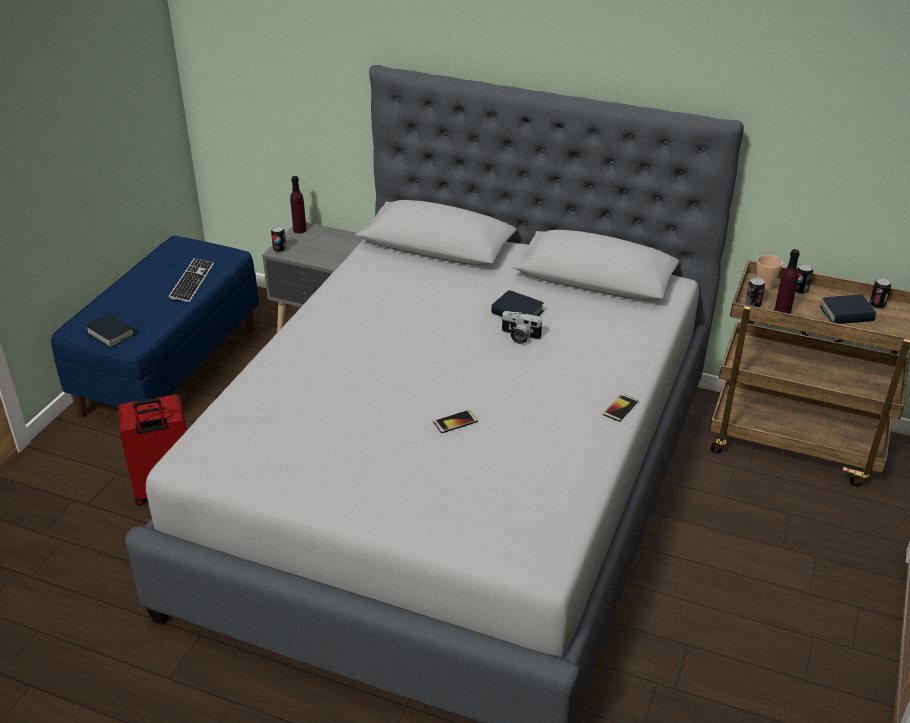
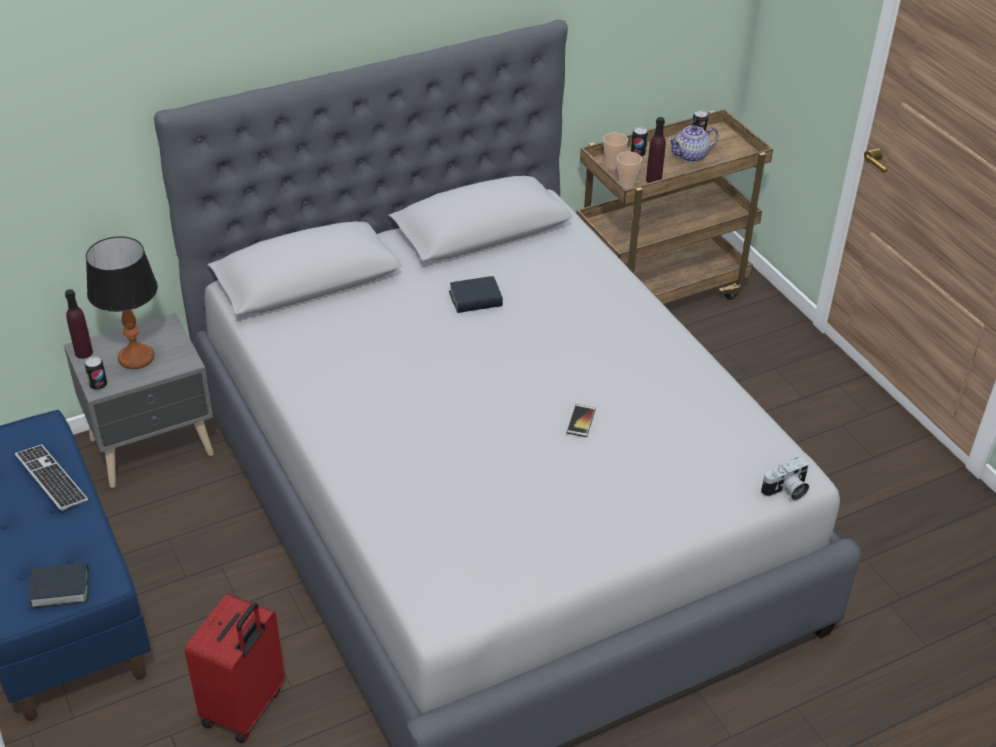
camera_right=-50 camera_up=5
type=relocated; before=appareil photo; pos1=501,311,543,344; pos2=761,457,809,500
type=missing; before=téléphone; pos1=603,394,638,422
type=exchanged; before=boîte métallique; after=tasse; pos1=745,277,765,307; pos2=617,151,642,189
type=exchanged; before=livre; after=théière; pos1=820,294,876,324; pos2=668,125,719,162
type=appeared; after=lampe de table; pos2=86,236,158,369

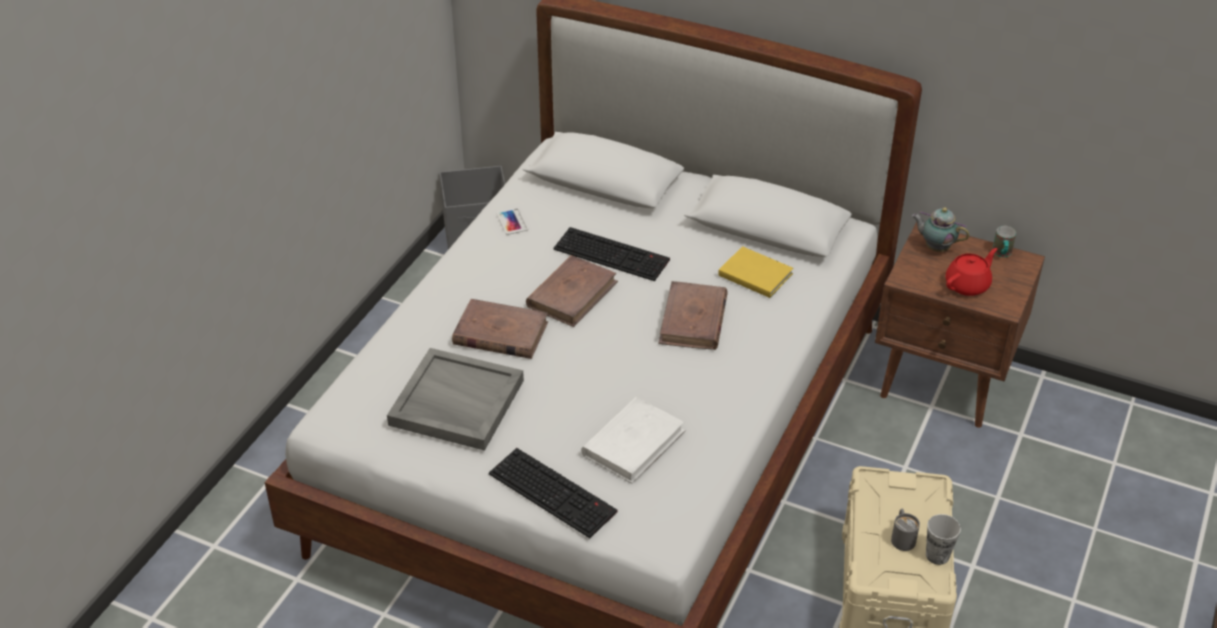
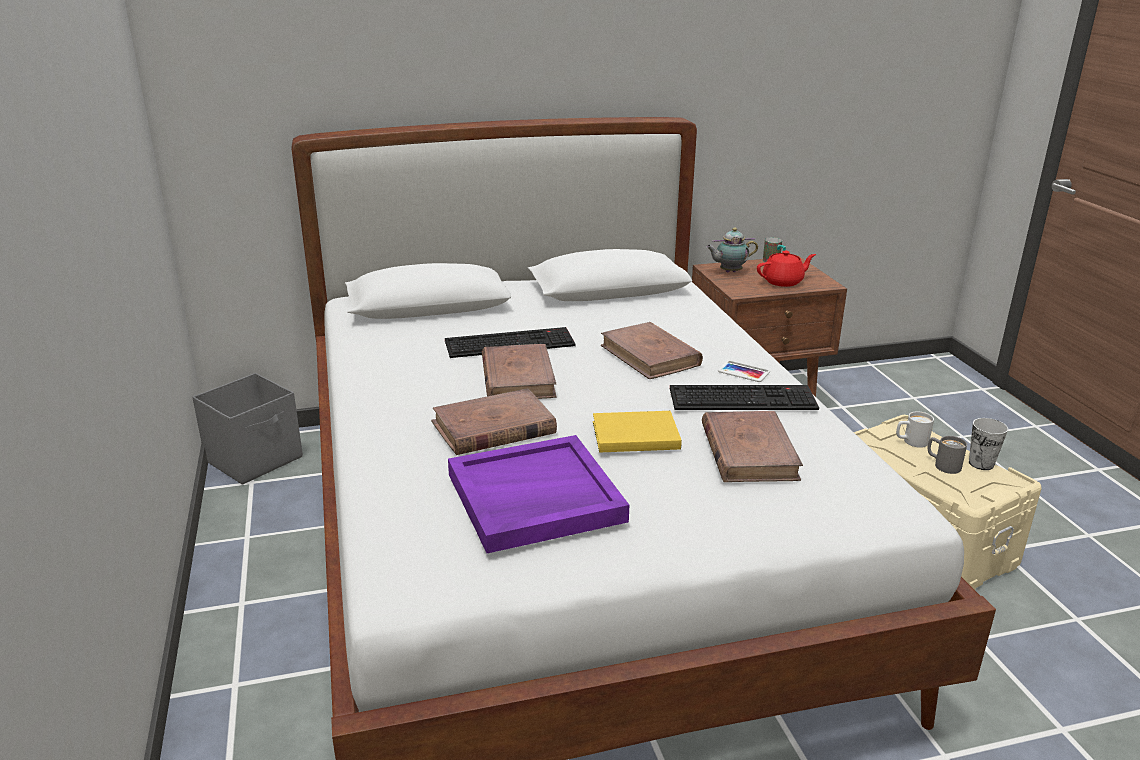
camera_right=-40 camera_up=-15
type=colour; before=plateau/gris; after=plateau/violet; pos1=387,348,524,451; pos2=448,435,629,554
type=relocated; before=clavier; pos1=489,448,618,538; pos2=670,385,819,410
type=relocated; before=téléphone; pos1=496,208,529,235; pos2=718,360,770,382
type=colour; before=livre/blanc; after=livre/marron; pos1=581,397,686,484; pos2=702,411,803,482
type=relocated; before=livre/jaune; pos1=718,246,793,298; pos2=593,411,682,453
type=spun; before=théière/rouge; pos1=946,248,997,296; pos2=757,251,816,287; turn=60
type=appeared; after=mug/blanc; pos2=896,411,934,448

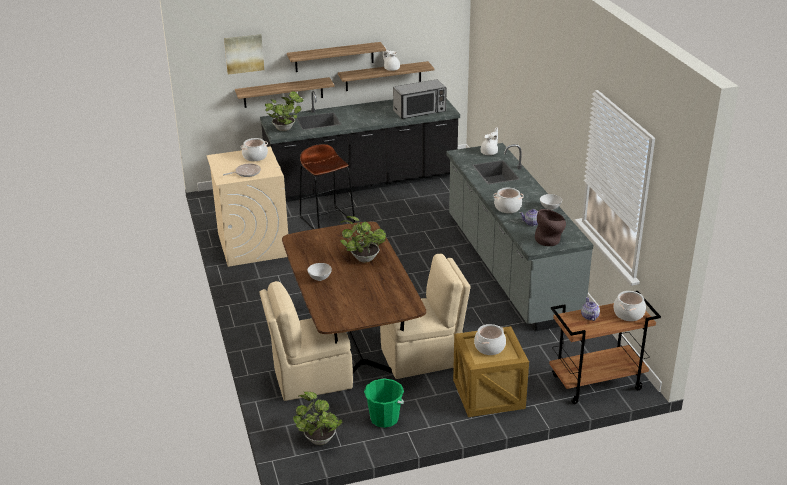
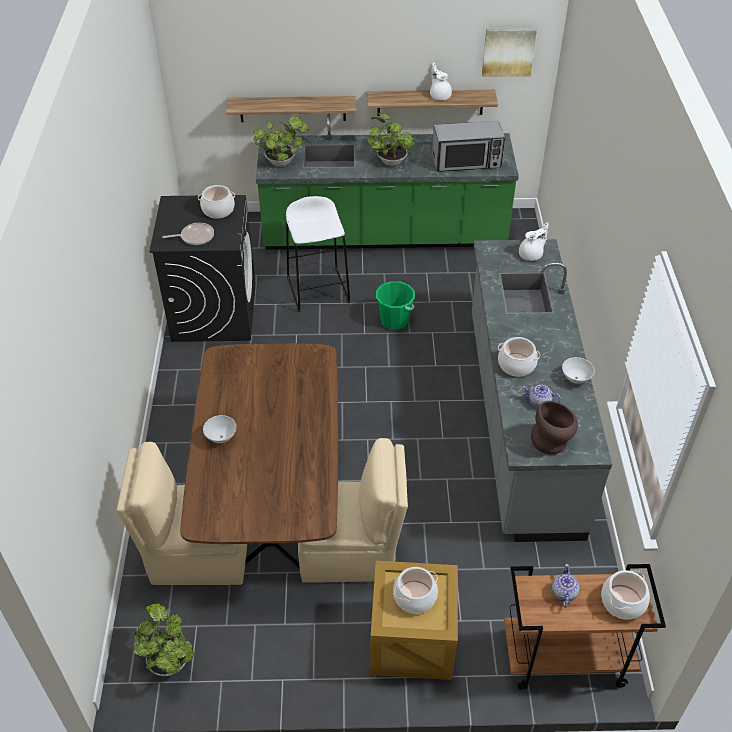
camera_right=15 camera_up=15
type=colour; before=lave-linge/beige; after=lave-linge/noir; pos1=207,147,288,267; pos2=149,195,256,342
type=relocated; before=tableau; pos1=224,34,264,75; pos2=482,28,537,77
type=colour; before=comptoir de cuisine/noir; after=comptoir de cuisine/vert; pos1=260,91,460,202; pos2=256,114,519,250
type=missing; before=étagère; pos1=287,42,386,72
type=colour; before=tabouret/marron; after=tabouret/blanc; pos1=300,144,355,229; pos2=286,196,350,312
type=relocated; before=plante en pot; pos1=340,216,386,263; pos2=367,113,415,166
type=relocated; before=seau/vert; pos1=364,378,404,428; pos2=376,281,415,330

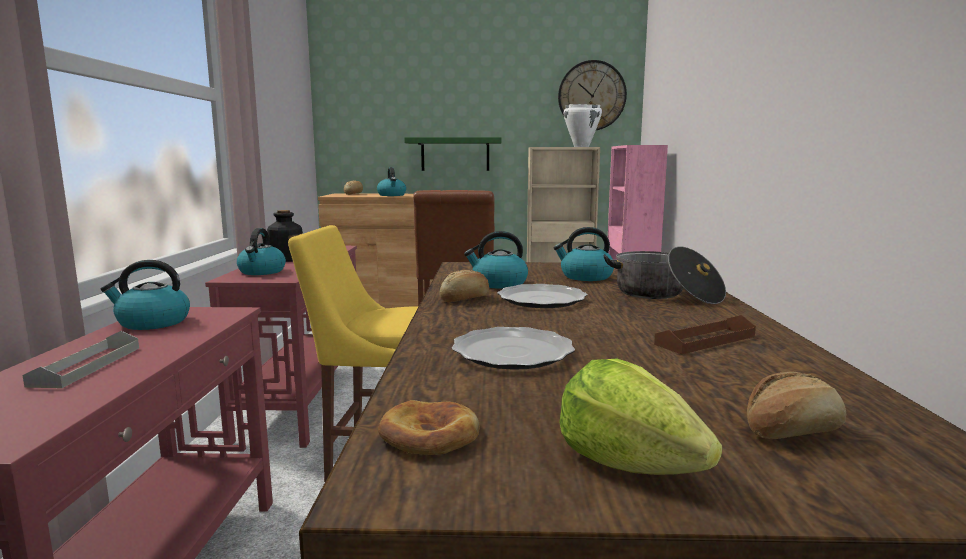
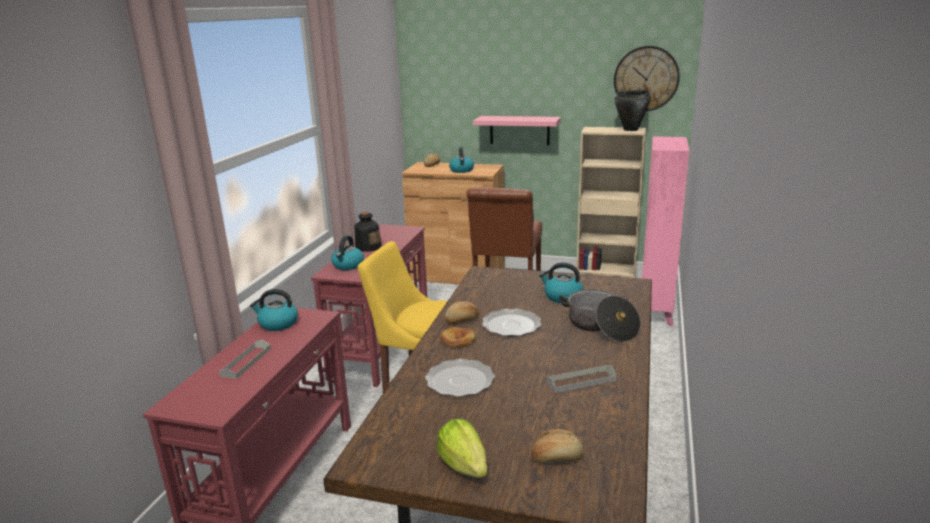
camera_right=15 camera_up=10
type=relocated; before=pain; pos1=378,400,480,455; pos2=440,327,476,348
type=colour; before=étagère/vert; after=étagère/rose; pos1=404,137,501,171; pos2=473,116,561,145
type=missing; before=bouilloire; pos1=464,231,528,289
type=colour; before=marmite/blanc; after=marmite/noir; pos1=563,104,602,147; pos2=614,90,651,131
type=colour; before=plateau/marron; after=plateau/gris; pos1=654,315,756,354; pos2=546,365,616,393

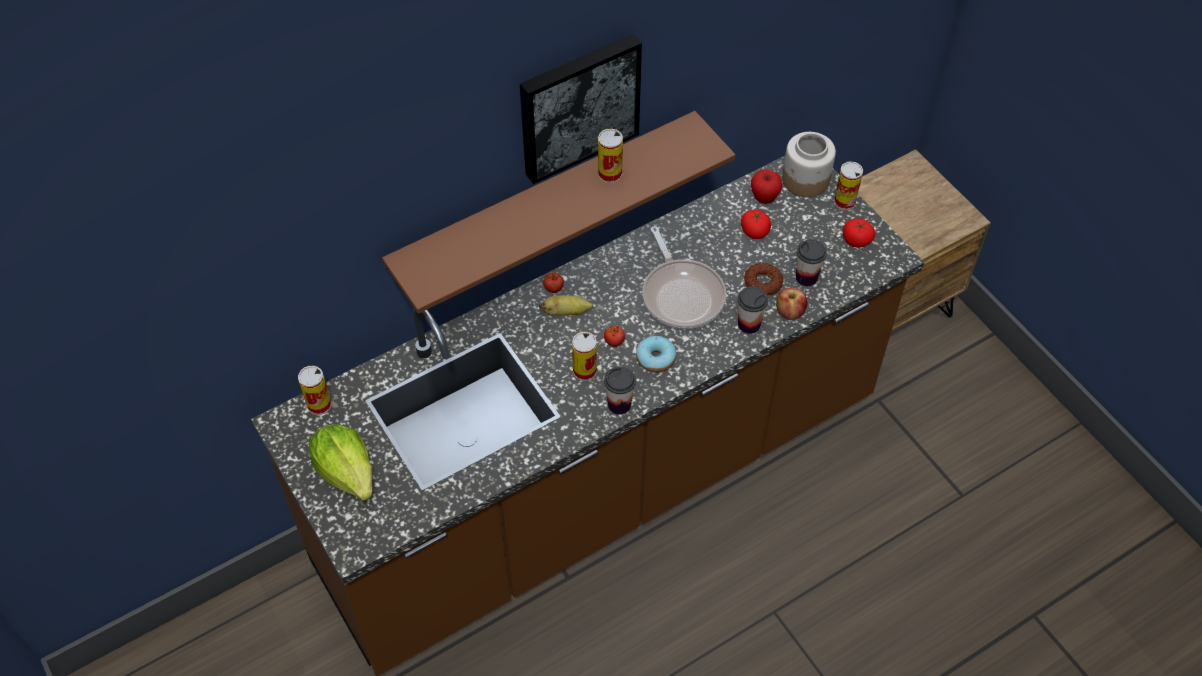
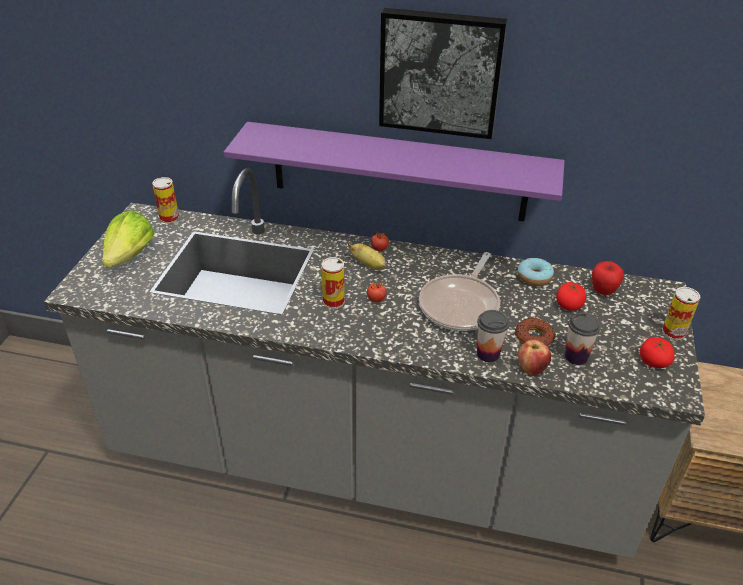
camera_right=45 camera_up=-15
type=colour; before=comptoir de cuisine/marron; after=comptoir de cuisine/gris; pos1=251,156,925,676; pos2=44,168,705,558
type=colour; before=étagère/marron; after=étagère/violet; pos1=382,111,736,314; pos2=224,122,565,221
type=missing; before=boîte métallique; pos1=598,129,623,183
type=missing; before=tasse; pos1=604,367,636,415
type=relocated; before=beignet; pos1=636,336,676,373; pos2=518,258,554,286
type=missing; before=bocal; pos1=782,132,836,197

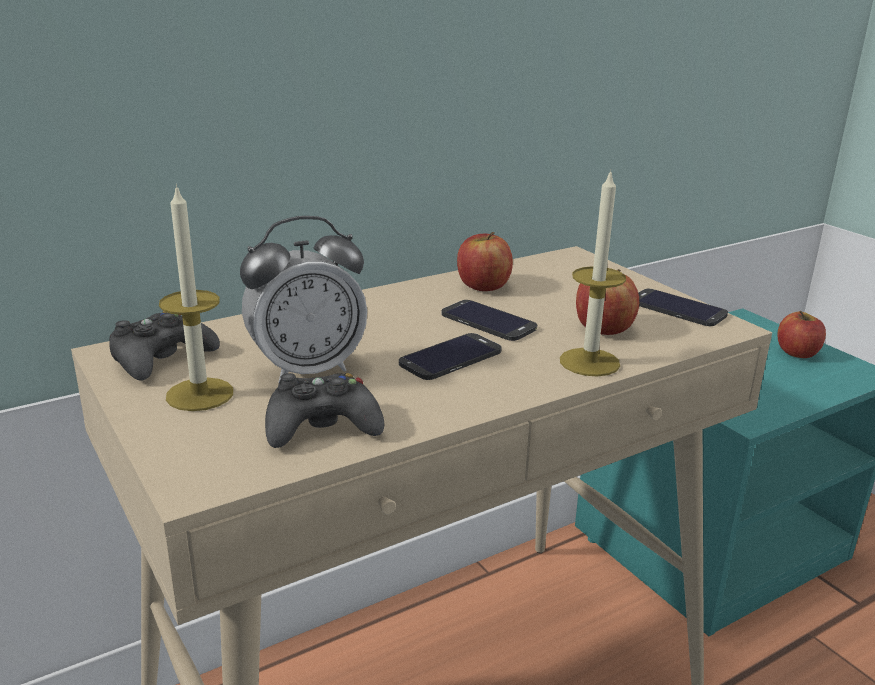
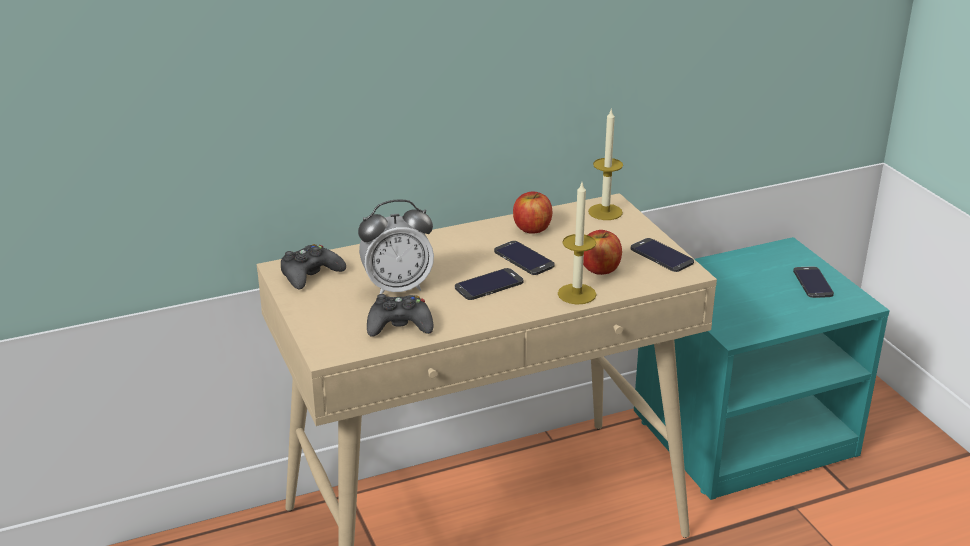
camera_right=10 camera_up=5
type=relocated; before=bougie; pos1=159,184,233,411; pos2=588,108,623,220
type=exchanged; before=pomme; after=téléphone; pos1=778,311,826,358; pos2=793,266,834,298

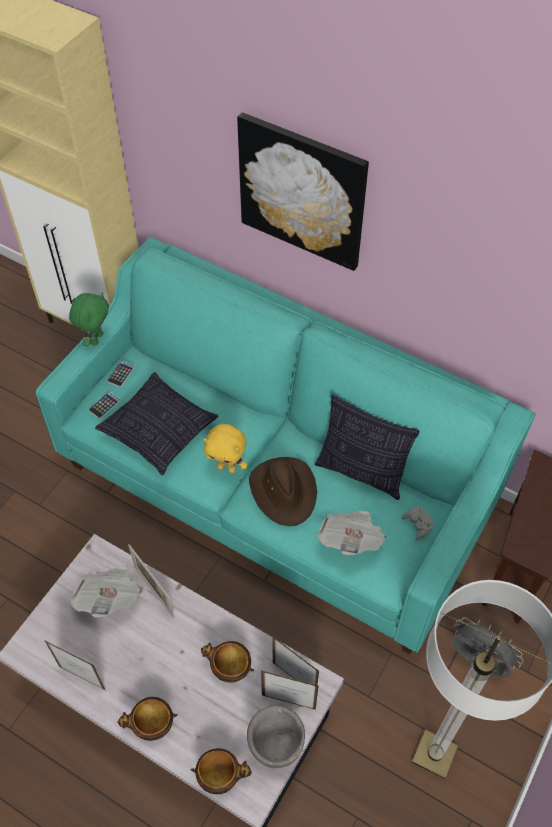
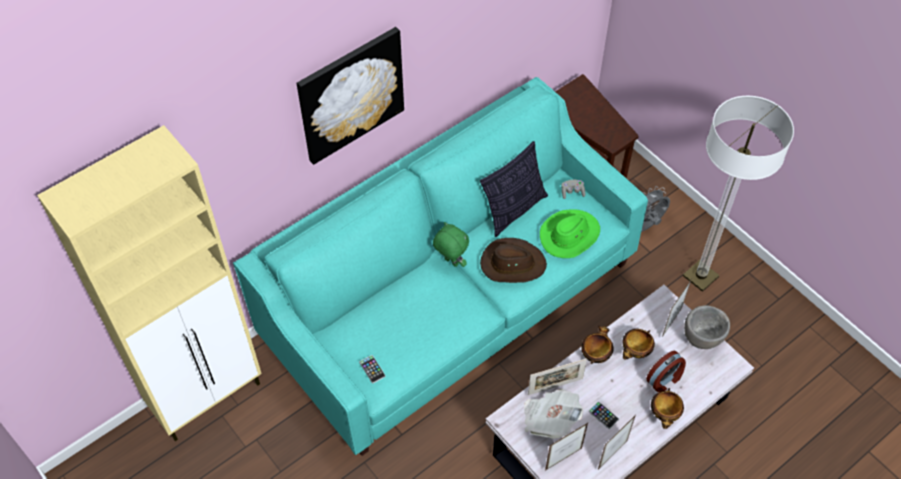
camera_right=-70 camera_up=0
type=relocated; before=peluche/vert; pos1=69,292,109,346; pos2=433,222,469,267
type=missing; before=coussin; pos1=95,372,218,475
type=relocated; before=téléphone; pos1=107,361,135,387; pos2=589,401,619,429
type=relocated; before=bol; pos1=191,748,252,794; pos2=581,326,614,364
type=missing; before=peluche/jaune; pos1=204,424,248,473
type=relocated; before=cadre photo; pos1=272,636,319,685; pos2=545,423,588,470
type=exchanged; before=journal; after=chapeau/vert; pos1=317,511,386,555; pos2=540,209,600,258
type=appeared; after=réveil; pos2=646,351,686,392

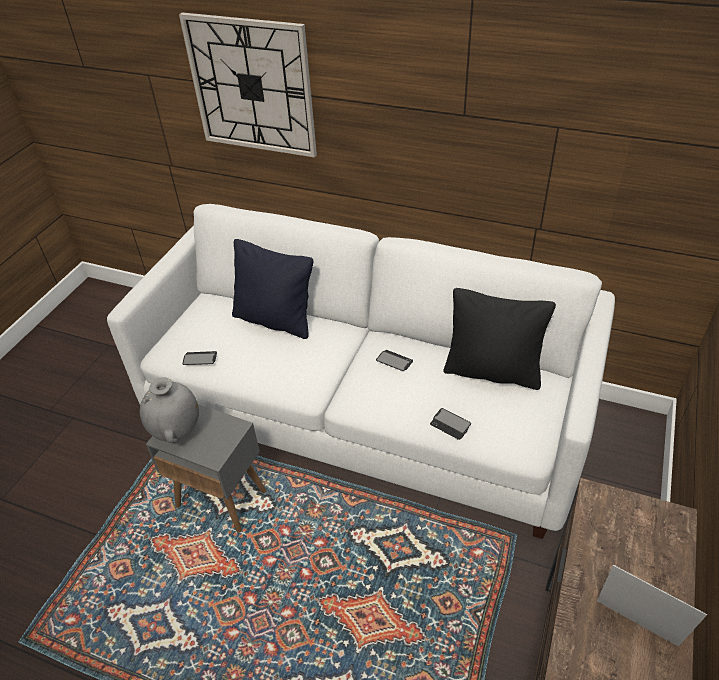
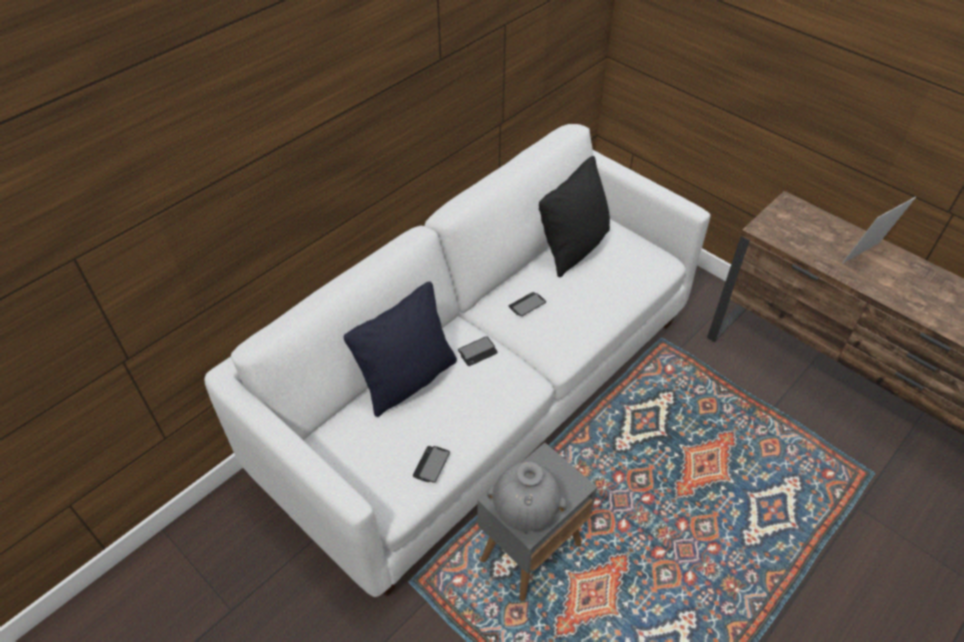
camera_right=-70 camera_up=5
type=missing; before=horloge murale; pos1=179,13,317,158
type=relocated; before=téléphone; pos1=430,408,471,440; pos2=458,336,498,366

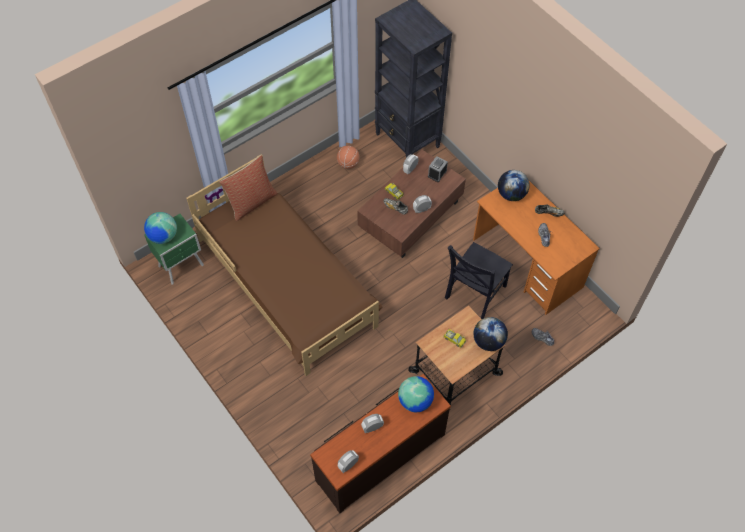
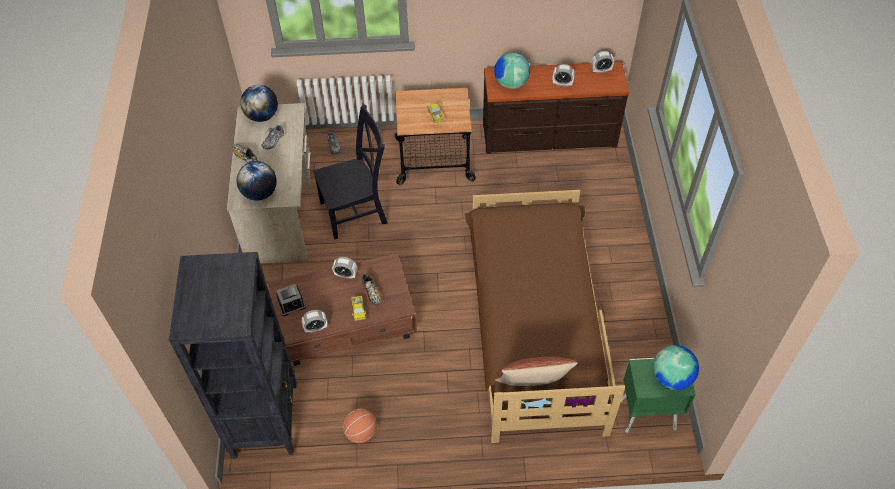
camera_right=-145 camera_up=-5
type=colour; before=bureau/orange; after=bureau/beige; pos1=473,181,600,315; pos2=226,103,312,263
type=relocated; before=globe; pos1=473,317,508,351; pos2=240,85,278,122

